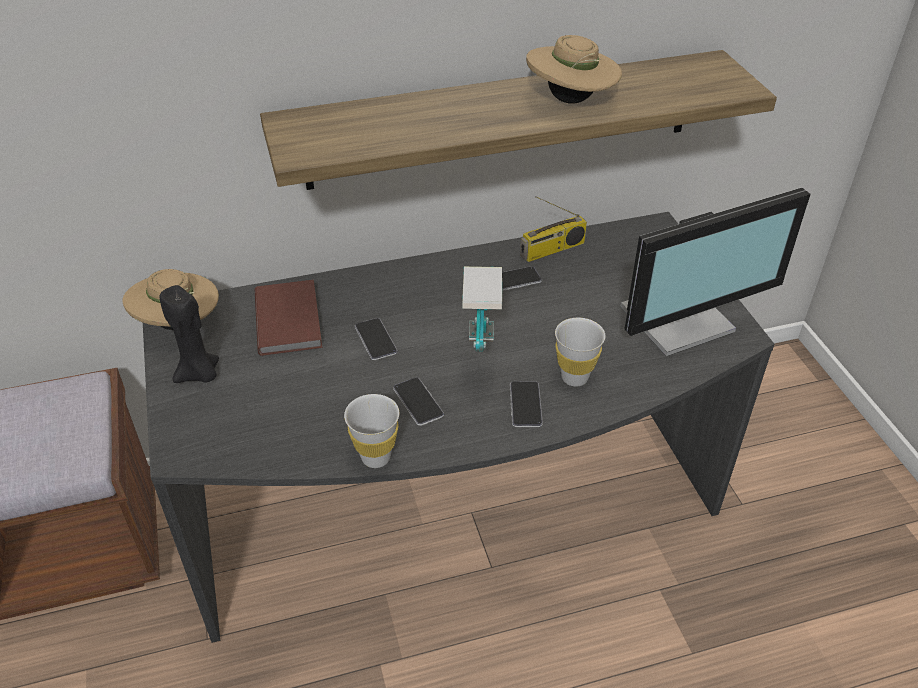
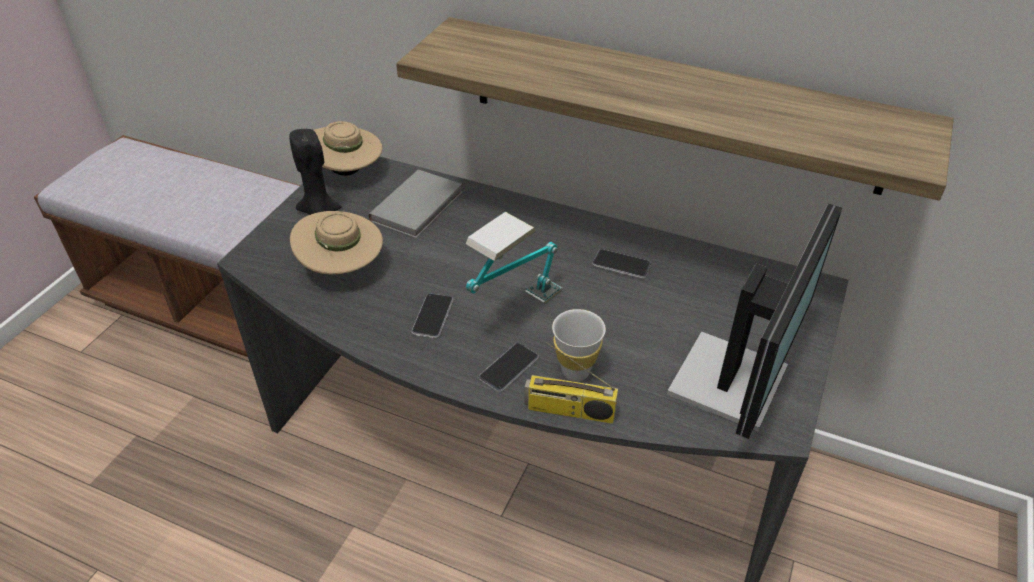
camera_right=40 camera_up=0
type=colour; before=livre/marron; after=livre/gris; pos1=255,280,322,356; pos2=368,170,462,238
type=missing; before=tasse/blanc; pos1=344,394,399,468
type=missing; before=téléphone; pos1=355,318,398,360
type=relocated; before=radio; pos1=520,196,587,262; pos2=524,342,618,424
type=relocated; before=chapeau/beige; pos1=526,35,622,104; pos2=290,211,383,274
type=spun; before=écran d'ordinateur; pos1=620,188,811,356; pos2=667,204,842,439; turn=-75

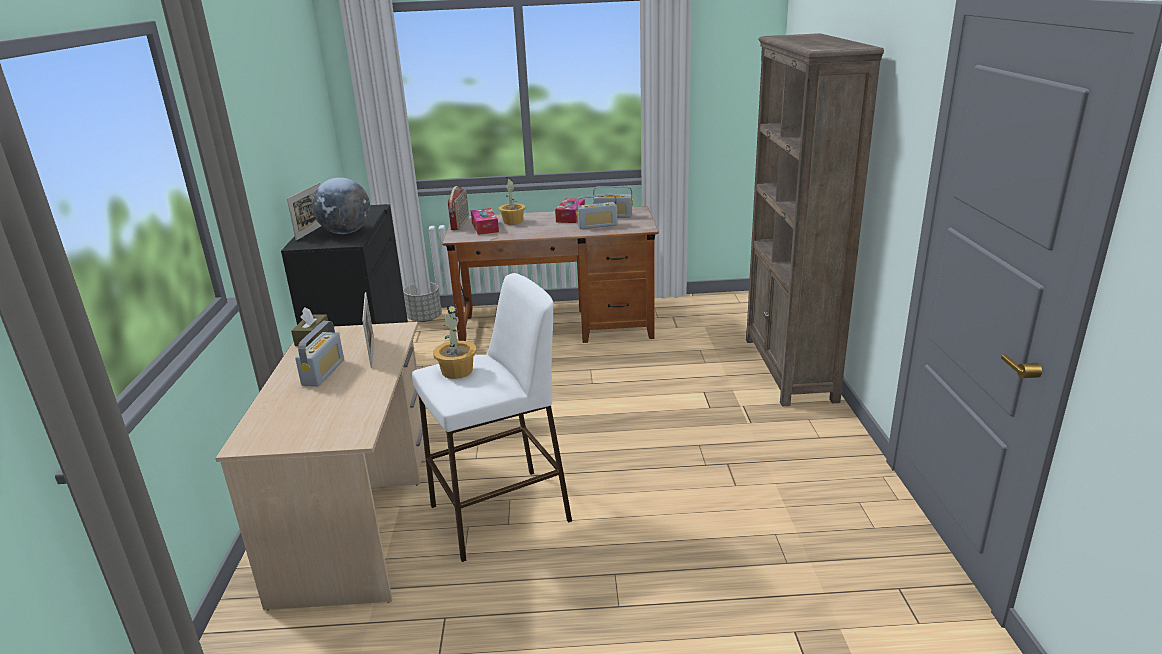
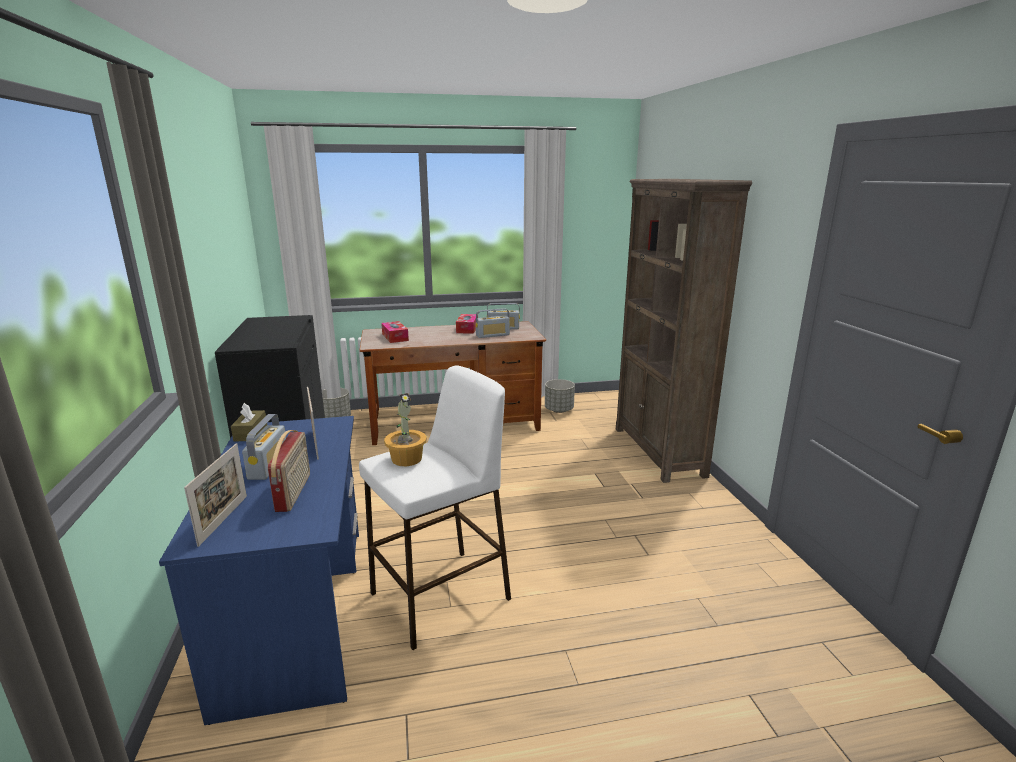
camera_right=-10 camera_up=-5
type=colour; before=bureau/beige; after=bureau/bleu; pos1=216,322,424,610; pos2=159,416,359,725
type=relocated; before=cadre photo; pos1=287,183,321,241; pos2=184,443,247,547
type=missing; before=globe; pos1=312,178,370,234
type=relocated; before=radio; pos1=448,186,469,230; pos2=268,430,310,512
type=missing; before=plante en pot; pos1=498,177,526,225
type=appeared; after=cache-pot/gris; pos2=545,379,575,413

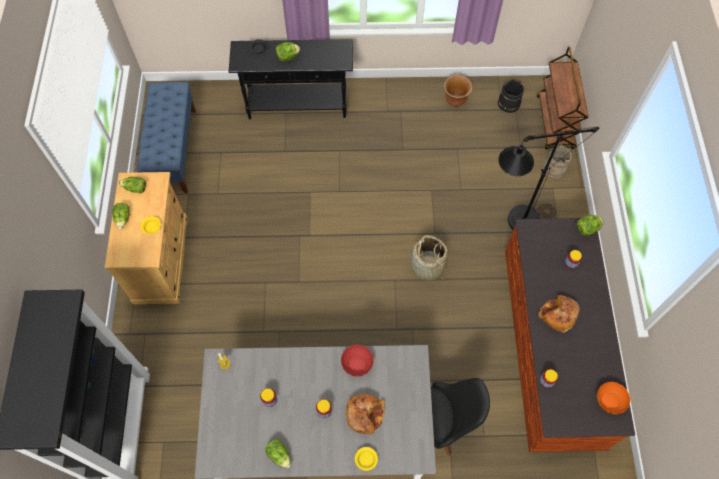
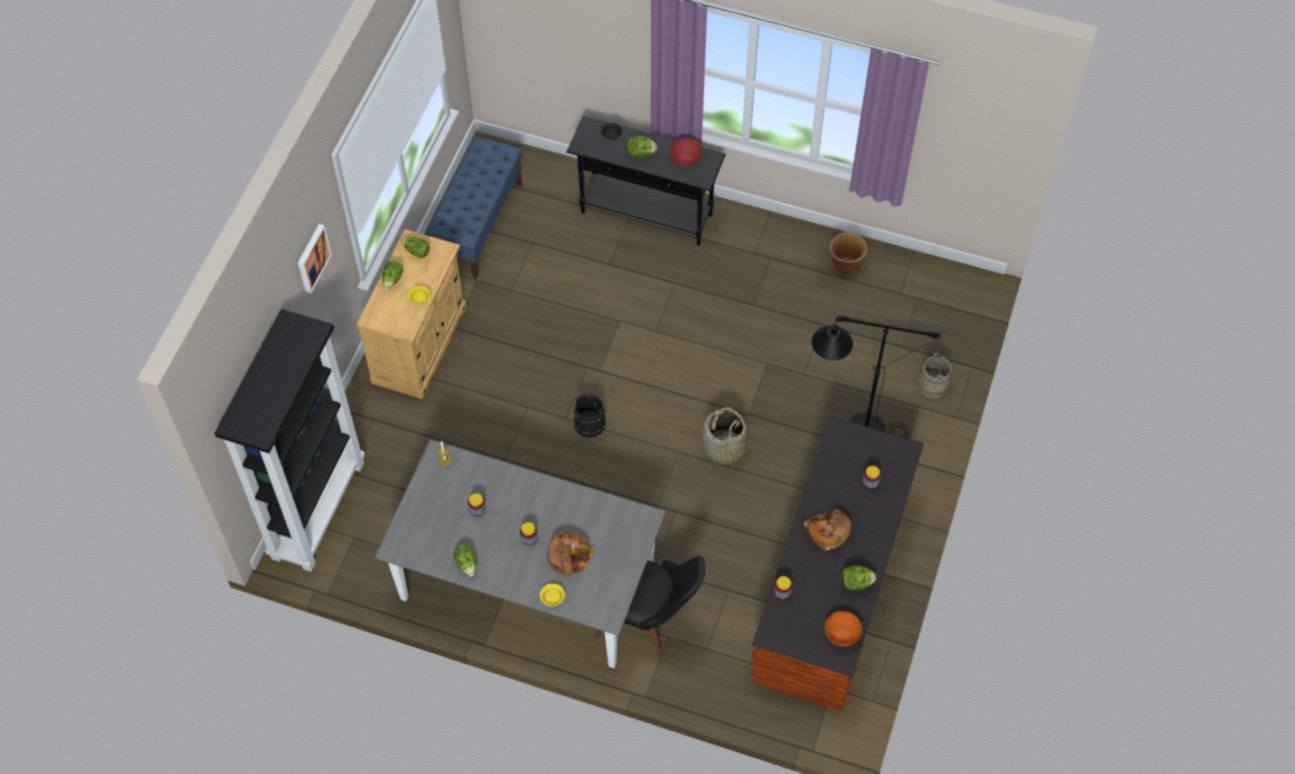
camera_right=20 camera_up=-5
type=relocated; before=bol/rouge; pos1=341,345,373,376; pos2=670,139,702,166
type=relocated; before=seau/noir; pos1=498,79,526,113; pos2=574,394,606,438
type=missing; before=chariot/marron; pos1=537,47,589,149
type=relocated; before=laitue; pos1=577,215,604,236; pos2=842,565,876,591
type=appeared; after=tableau; pos2=298,224,332,293

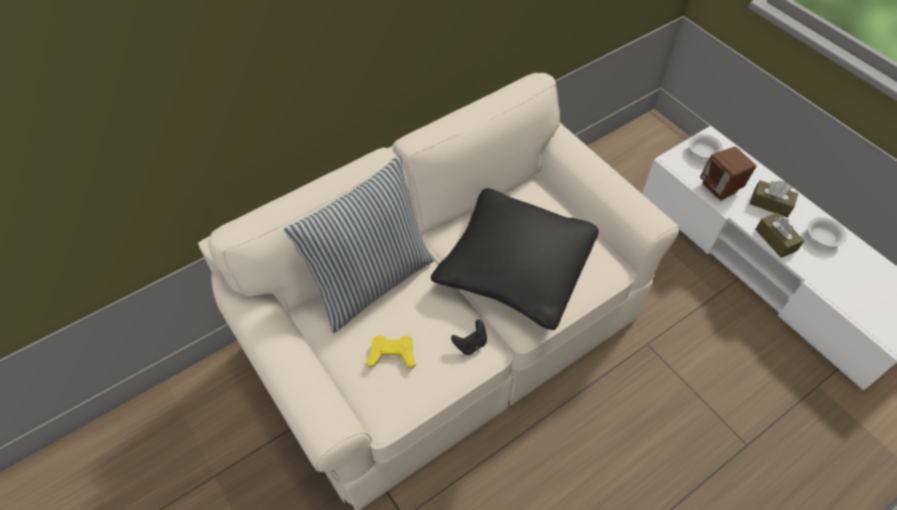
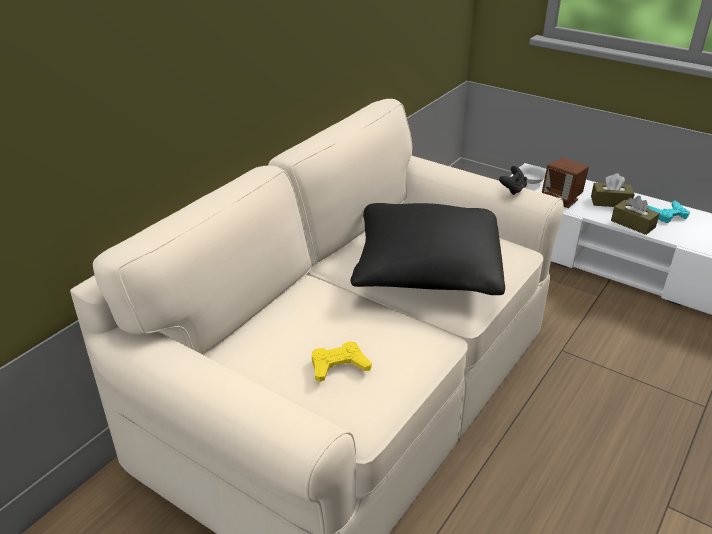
camera_right=-20 camera_up=-20
type=missing; before=coussin; pos1=284,155,435,333
type=relocated; before=manette/noir; pos1=451,320,487,355; pos2=499,166,527,195
type=exchanged; before=bol/blanc; after=manette/turquoise; pos1=807,217,847,247; pos2=648,200,690,223

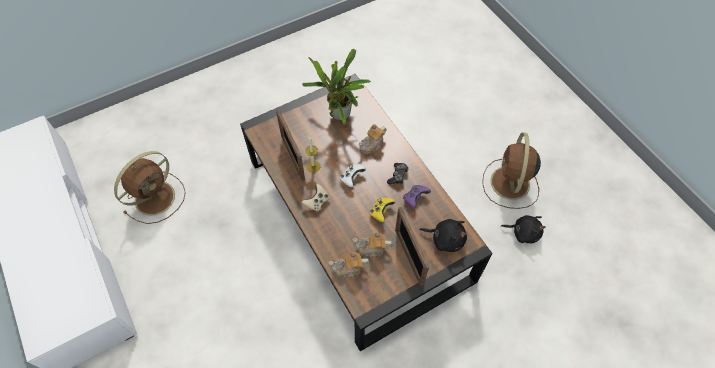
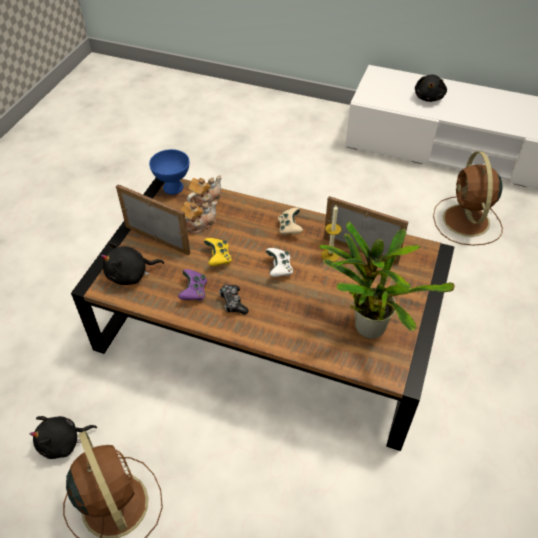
camera_right=140 camera_up=-10
type=missing; before=théière; pos1=358,124,386,154
type=appeared; after=bol/bleu; pos2=149,149,189,195
type=appeared; after=peluche/noir; pos2=415,74,447,102

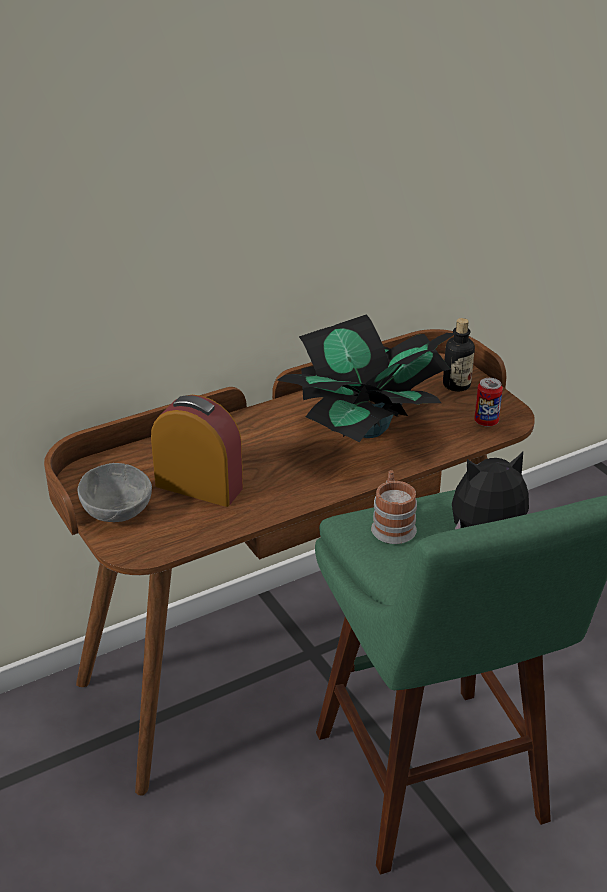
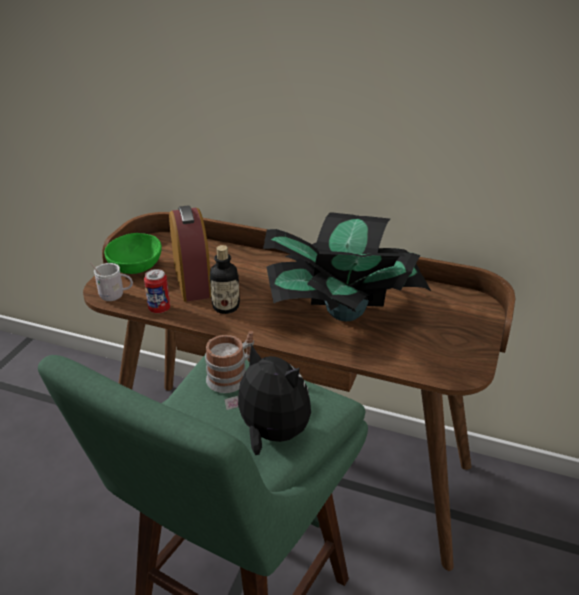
camera_right=50 camera_up=0
type=colour; before=bol/gris; after=bol/vert; pos1=78,463,152,522; pos2=104,233,162,274
type=relocated; before=bouteille; pos1=443,318,475,391; pos2=209,245,240,314
type=relocated; before=boîte métallique; pos1=474,378,503,427; pos2=144,269,170,313
type=appeared; after=mug/blanc; pos2=90,262,133,301

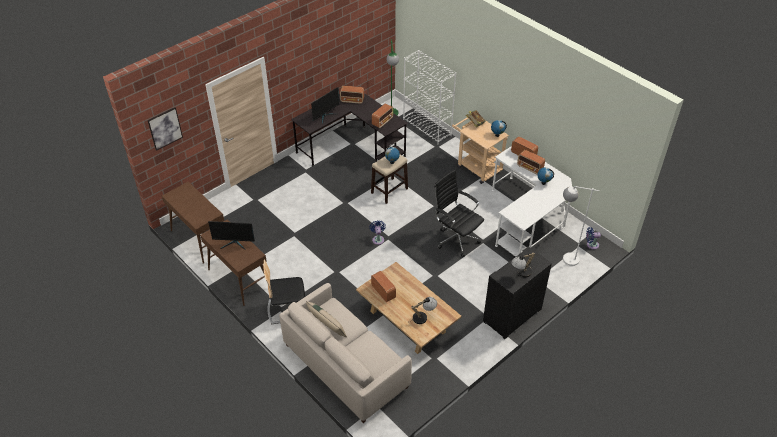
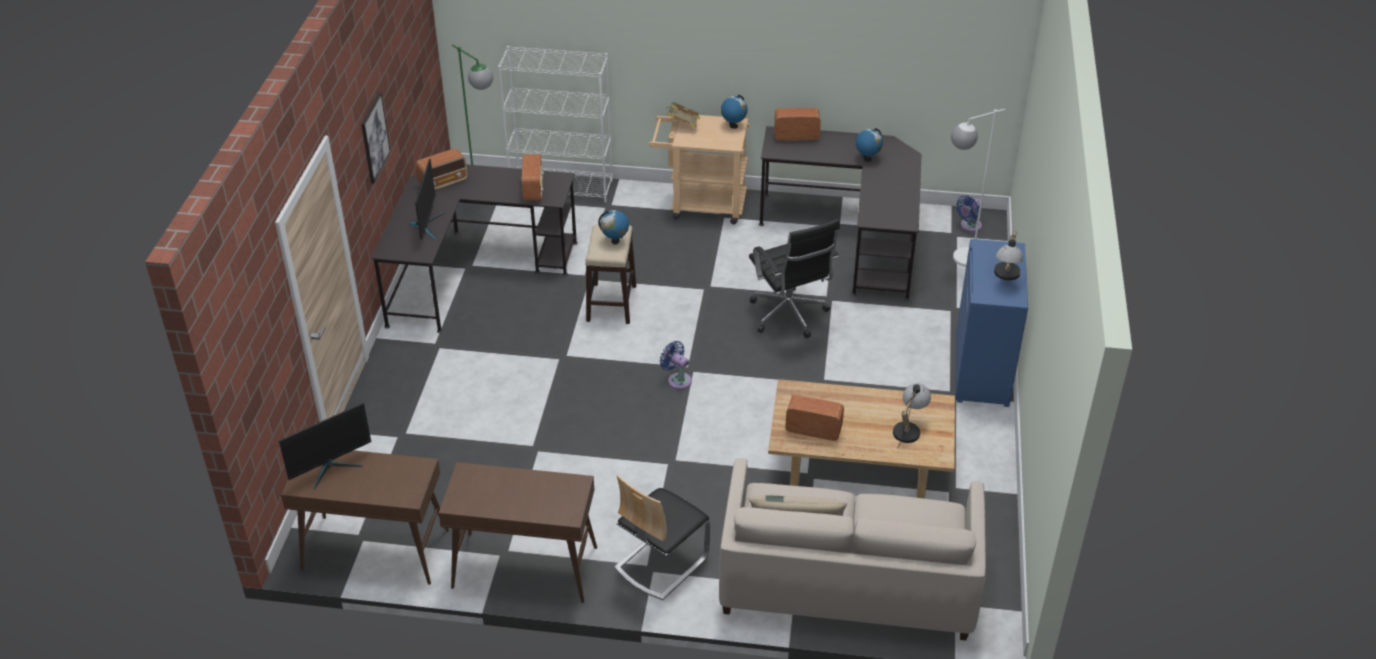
camera_right=-40 camera_up=-5
type=relocated; before=tableau; pos1=148,107,183,151; pos2=361,93,391,183
type=relocated; before=écran d'ordinateur; pos1=208,221,255,250; pos2=279,403,372,489
type=spun; before=chaise de bureau/noir; pos1=435,170,484,257; pos2=749,219,840,338; turn=-120
type=colour; before=meuble de rangement/noir; after=meuble de rangement/bleu; pos1=483,247,552,339; pos2=955,239,1028,407
type=colour; before=bureau/blanc; after=bureau/noir; pos1=492,146,572,257; pos2=759,126,922,301
type=missing; before=radio; pos1=517,149,545,174

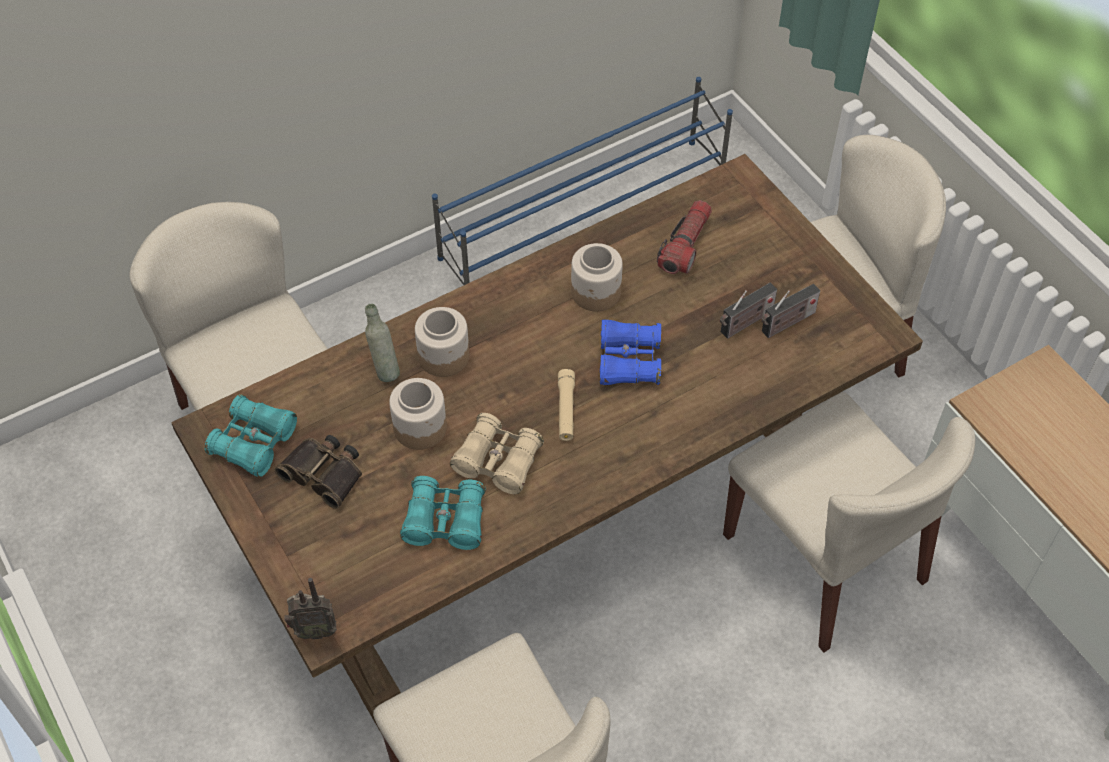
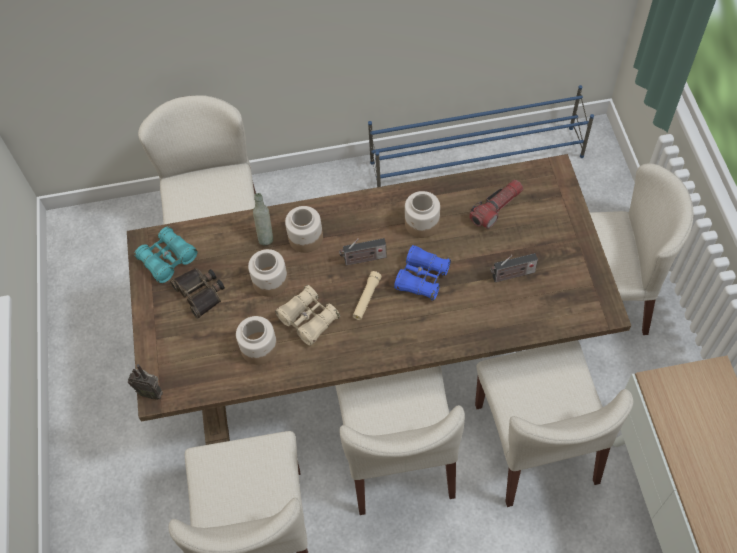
camera_right=25 camera_up=5
type=exchanged; before=jumelles/turquoise; after=bocal; pos1=400,476,486,550; pos2=236,316,278,365
type=relocated; before=radio; pos1=761,284,820,338; pos2=339,238,387,265
type=appeared; after=chaise/beige; pos2=335,366,465,515

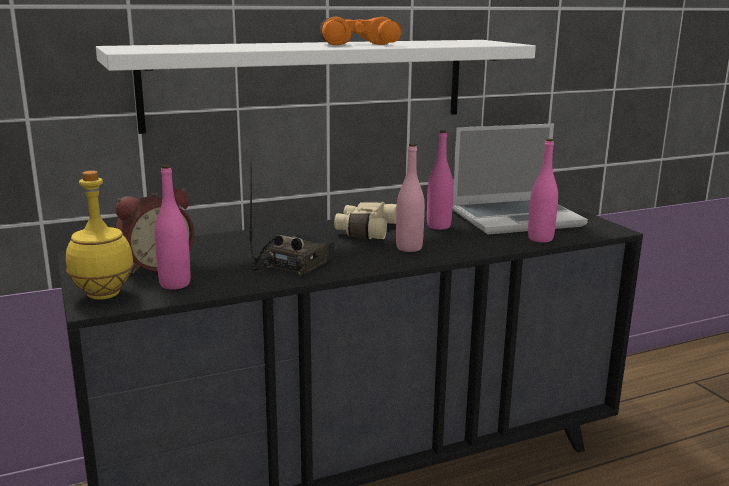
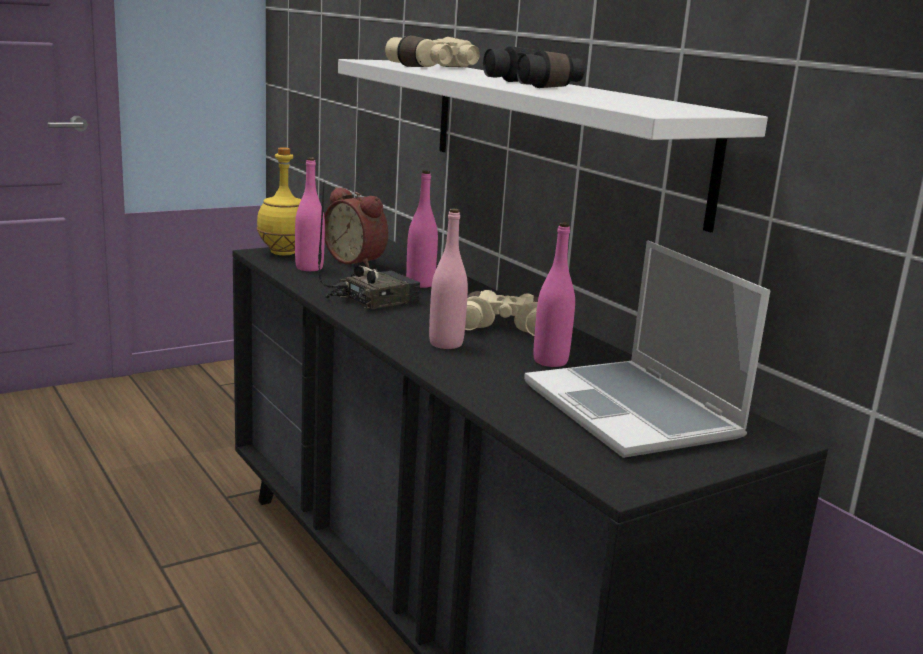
camera_right=80 camera_up=0
type=spun; before=radio; pos1=250,162,334,276; pos2=318,181,420,310; turn=-60
type=colour; before=jumelles/orange; after=jumelles/noir; pos1=319,17,401,45; pos2=483,46,585,88
type=relocated; before=bouteille/rose; pos1=528,138,558,243; pos2=406,170,438,288
type=appeared; after=jumelles/beige; pos2=385,35,480,67

